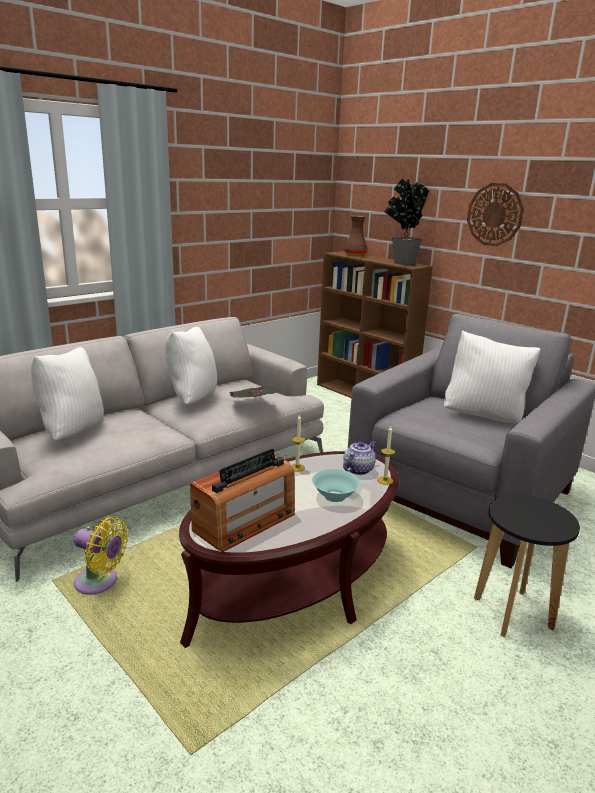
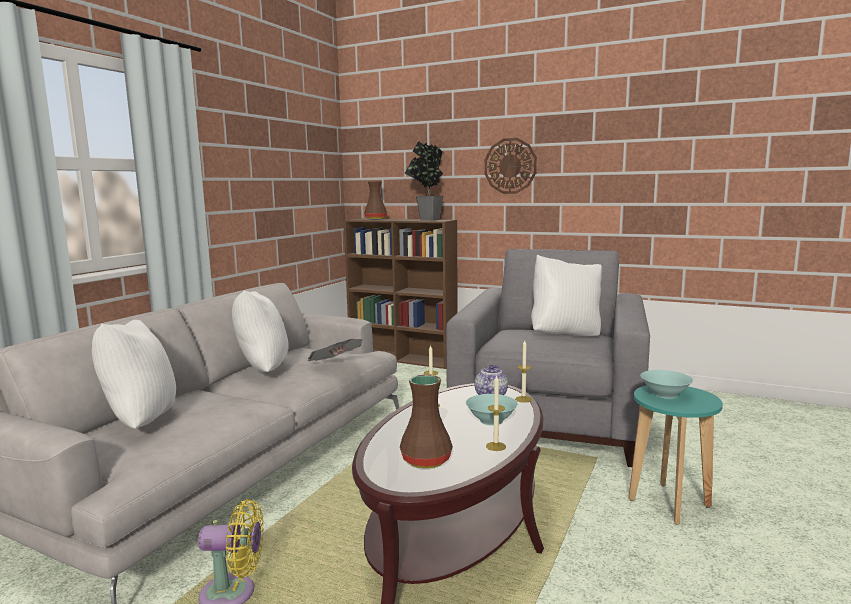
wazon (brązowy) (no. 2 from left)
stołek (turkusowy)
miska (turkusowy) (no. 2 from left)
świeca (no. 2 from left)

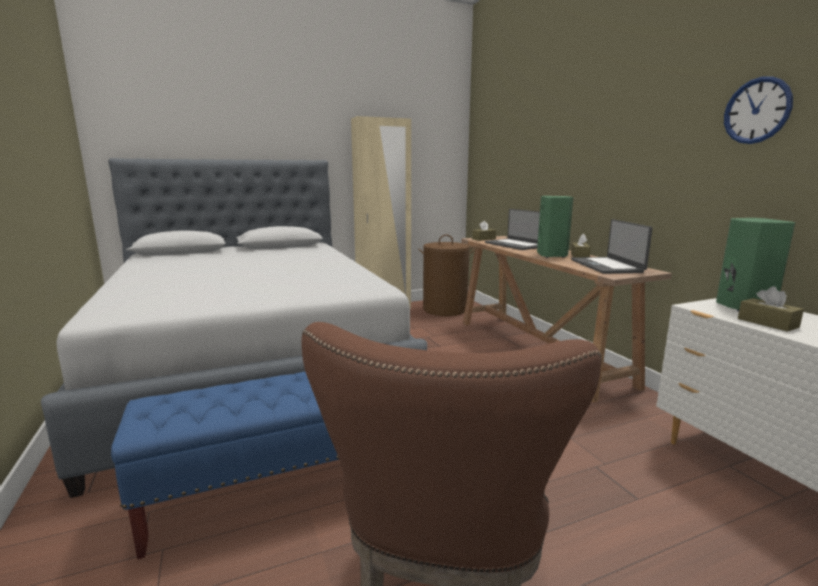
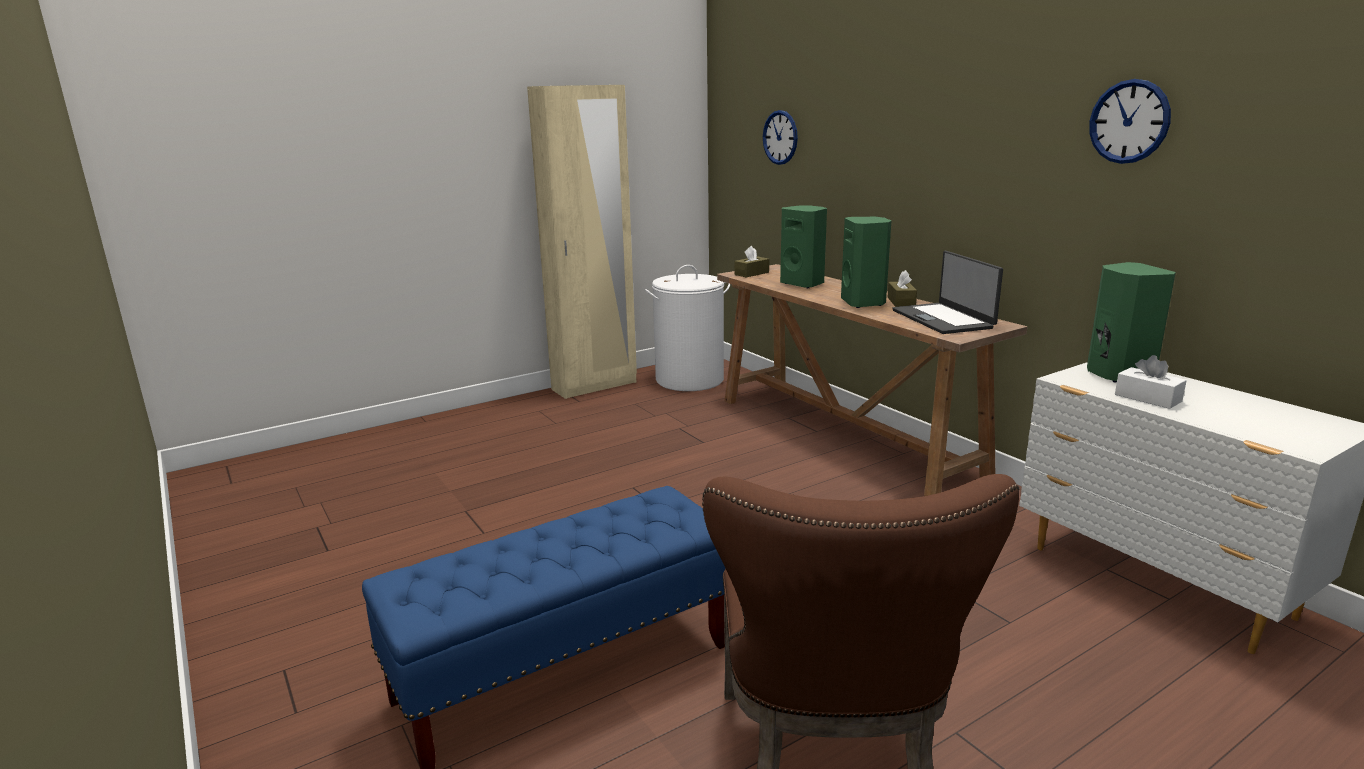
łóżko (szary)
głośnik (zielony) (no. 1 from left)
kosz na pranie (biały)
pudełko chusteczek (biały)
zegar ścienny (no. 1 from left)

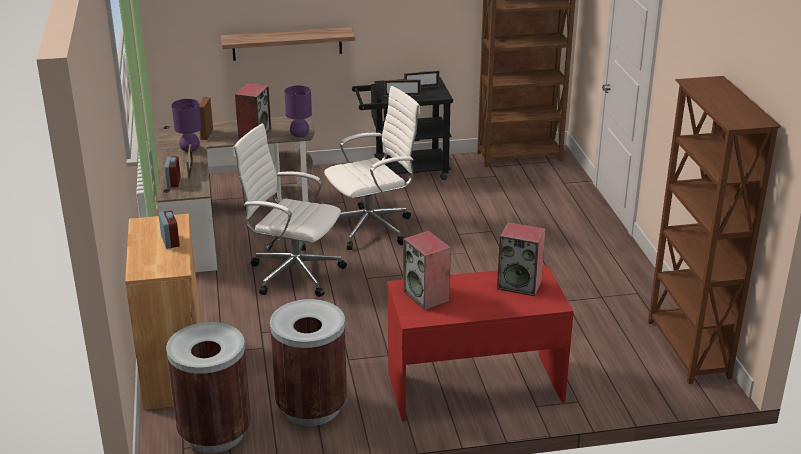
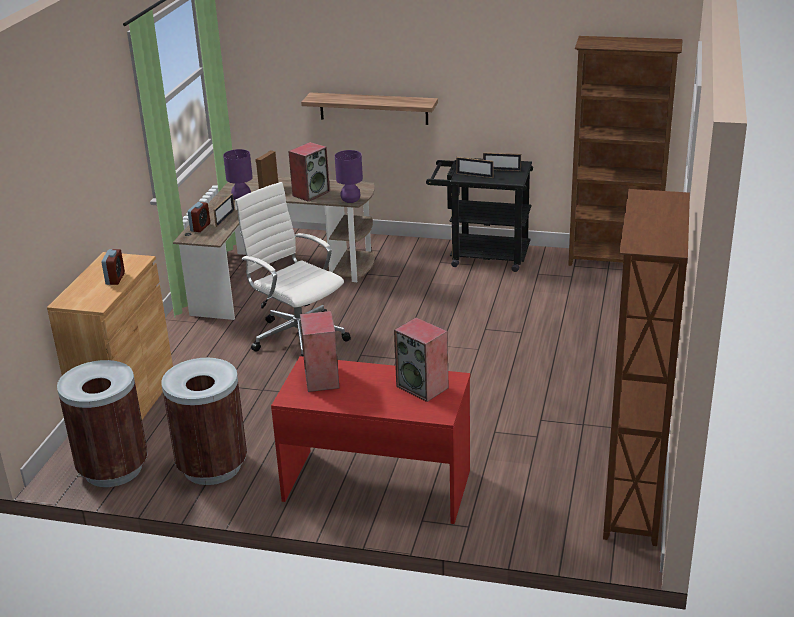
krzesło biurowe (biały) (no. 2 from left in the first image)

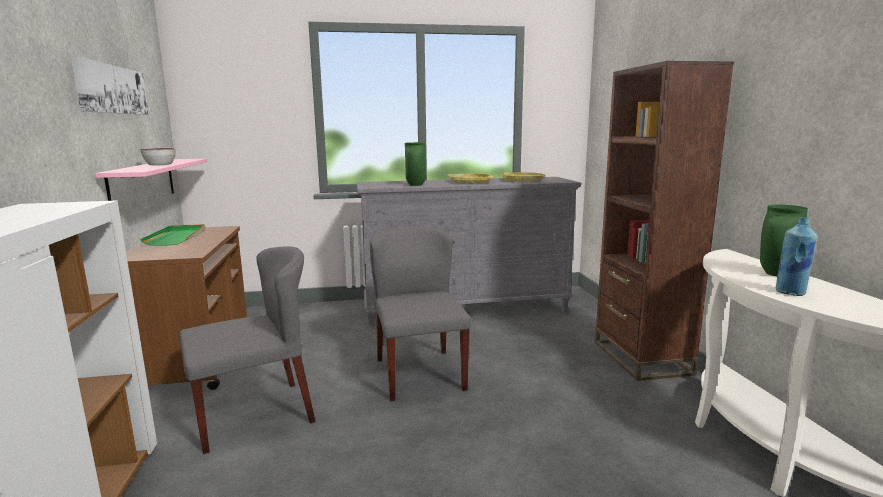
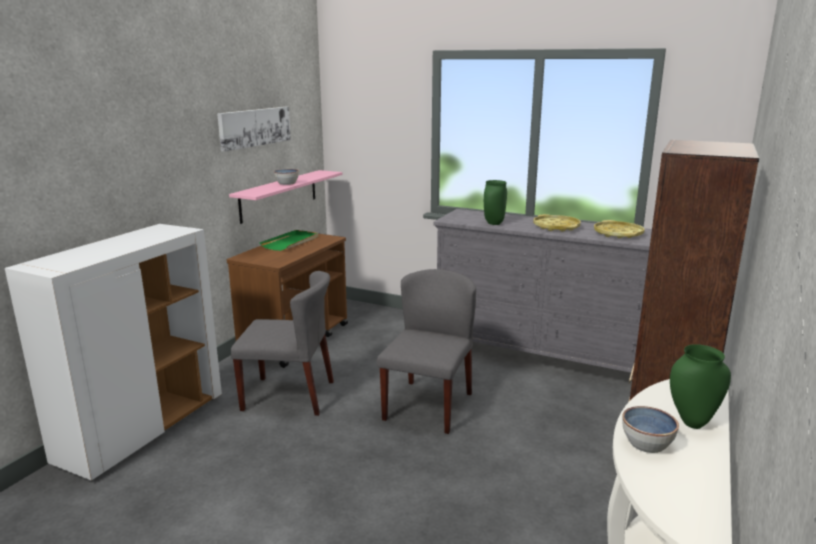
miska (no. 2 from left)

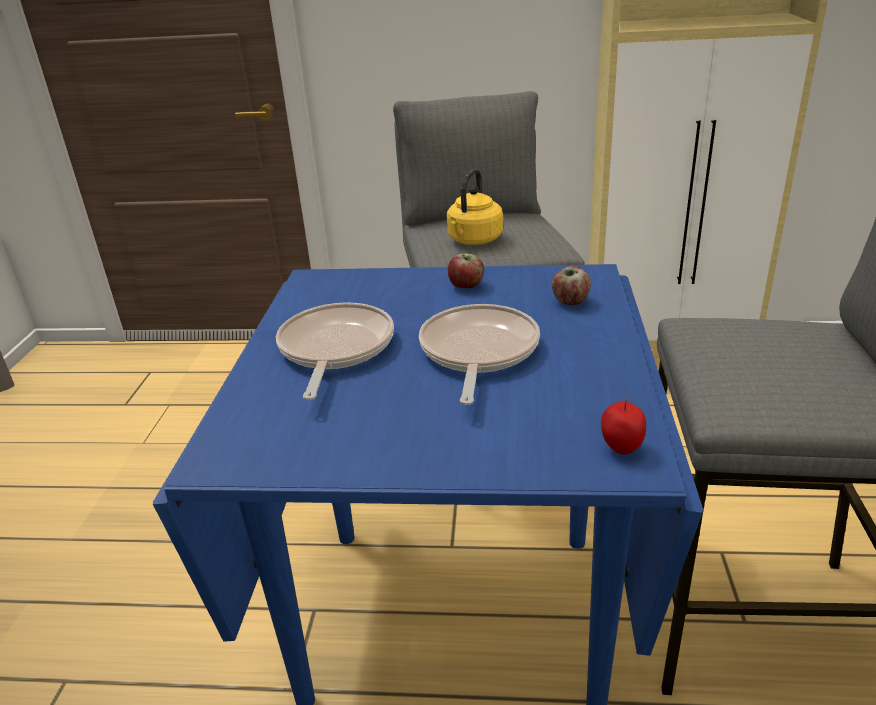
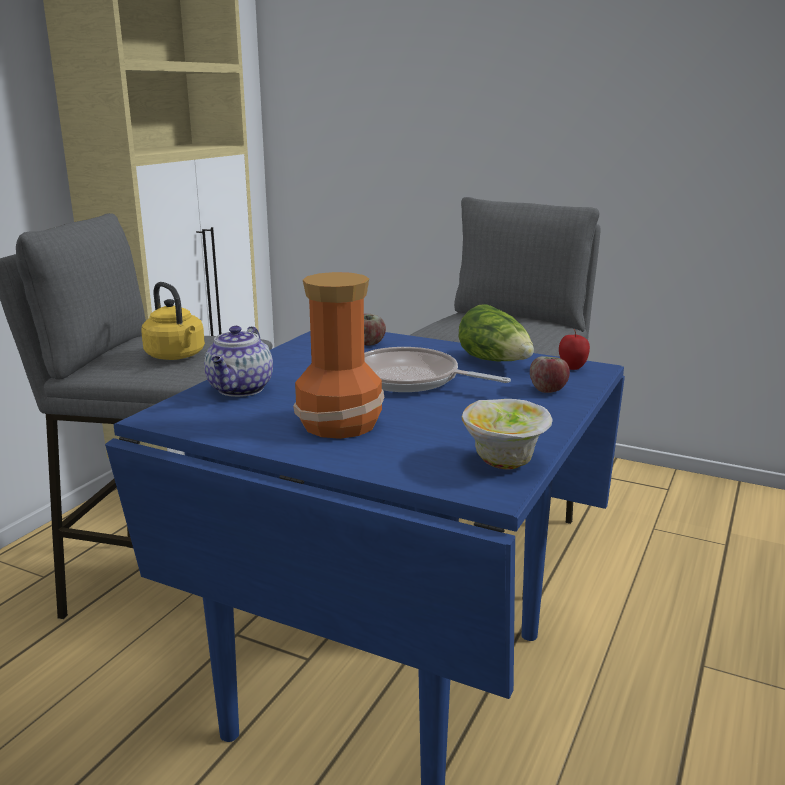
jabłko (no. 2 from left)
wazon
sałata
imbryk
miska

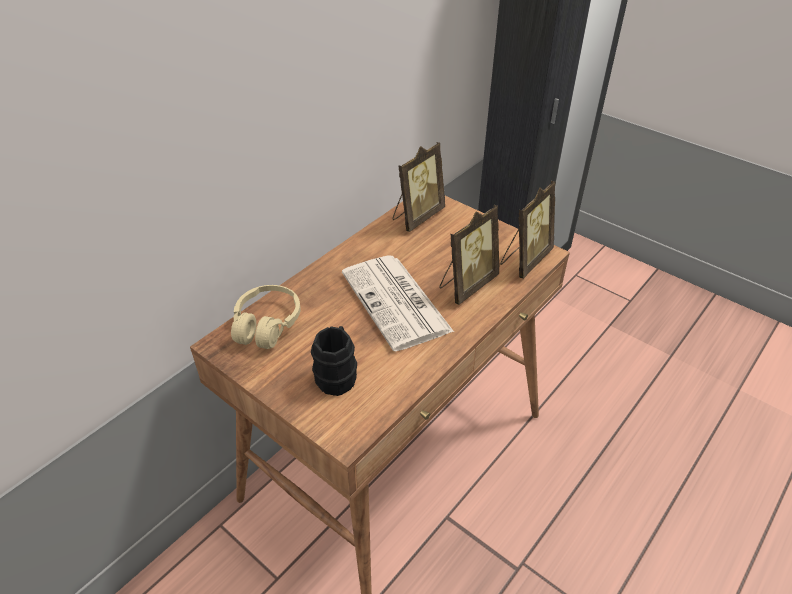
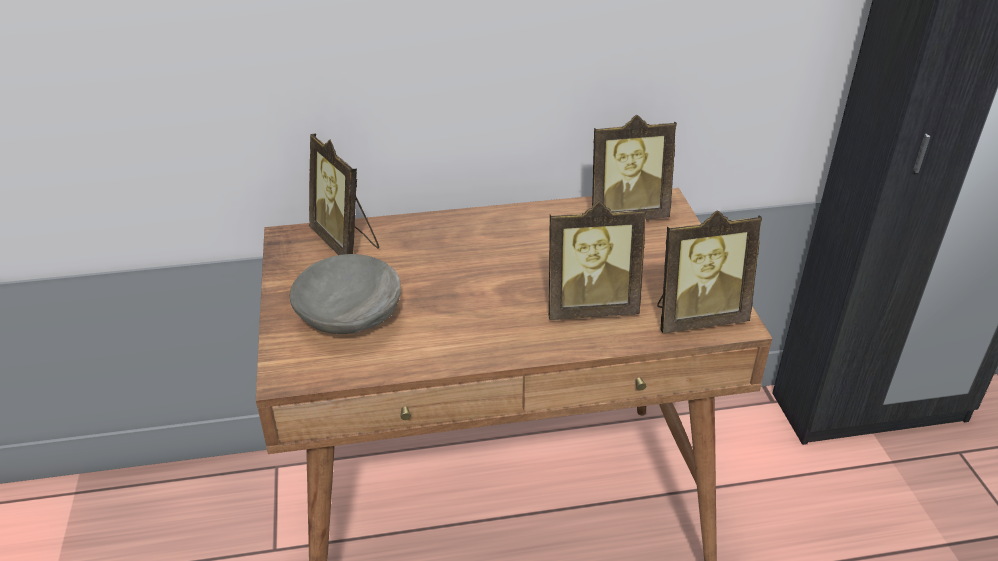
gazeta
ramka na zdjęcie (no. 1 from left)
miska (szary)

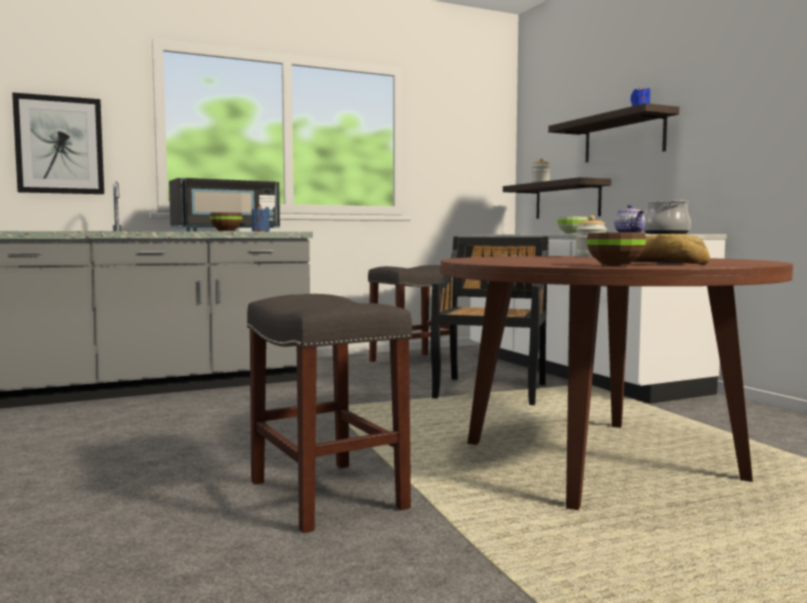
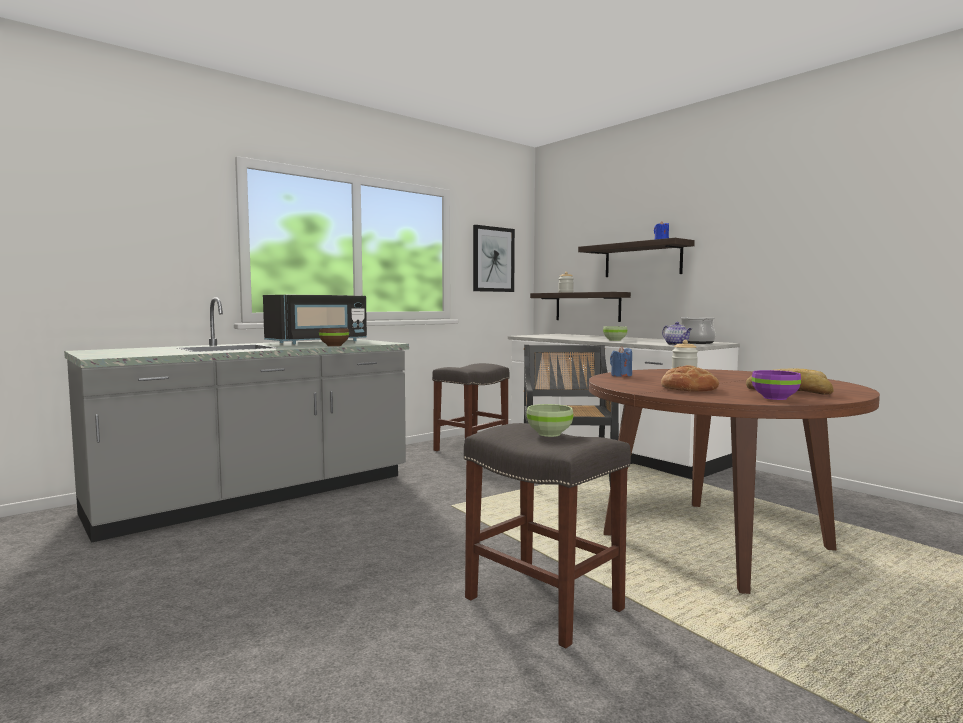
obraz
świeca (niebieski) (no. 1 from left)
miska (fioletowy)
chleb (no. 1 from left)
miska (zielony) (no. 1 from left)

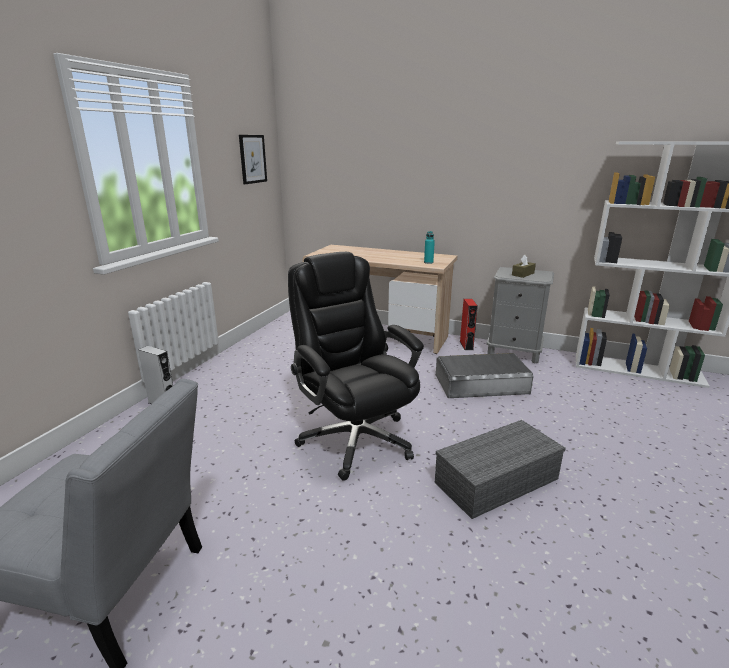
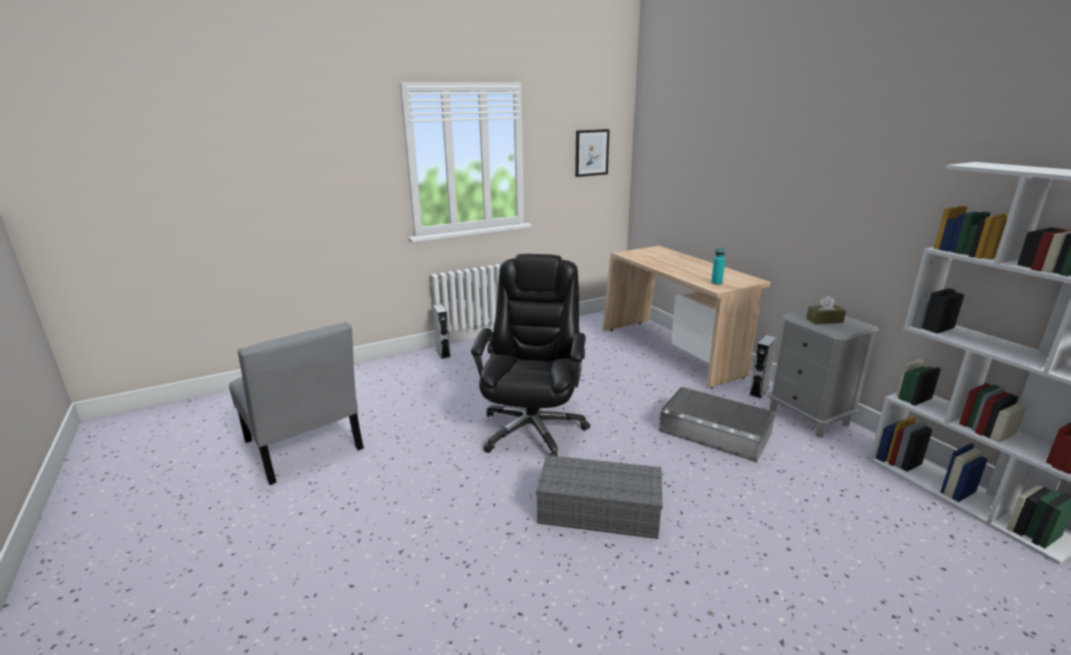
głośnik (szary) (no. 2 from left)

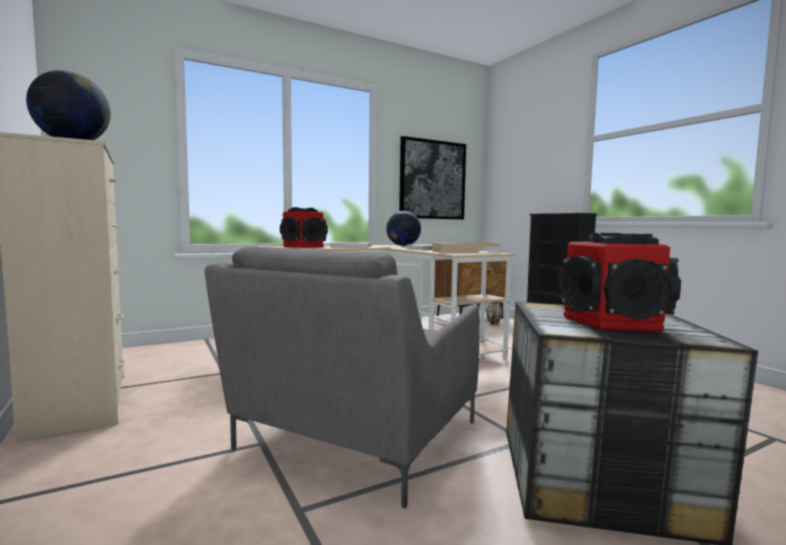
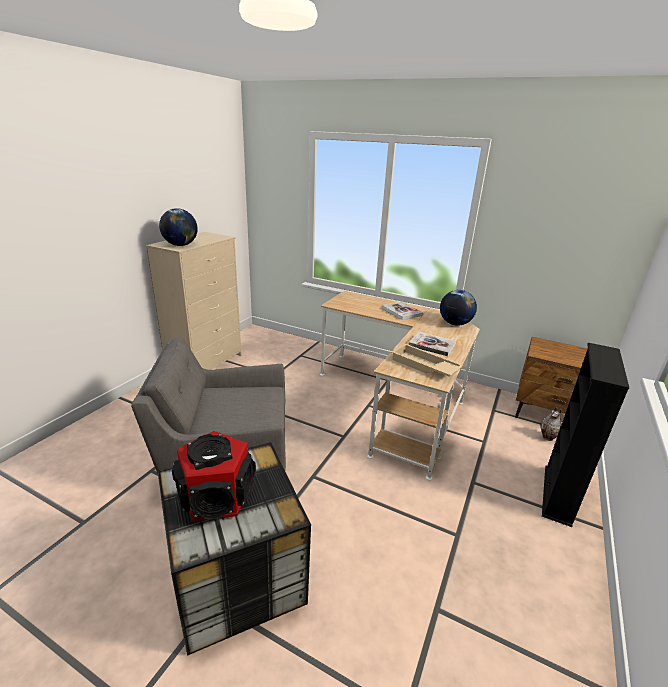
obraz
głośnik (no. 1 from left in the first image)

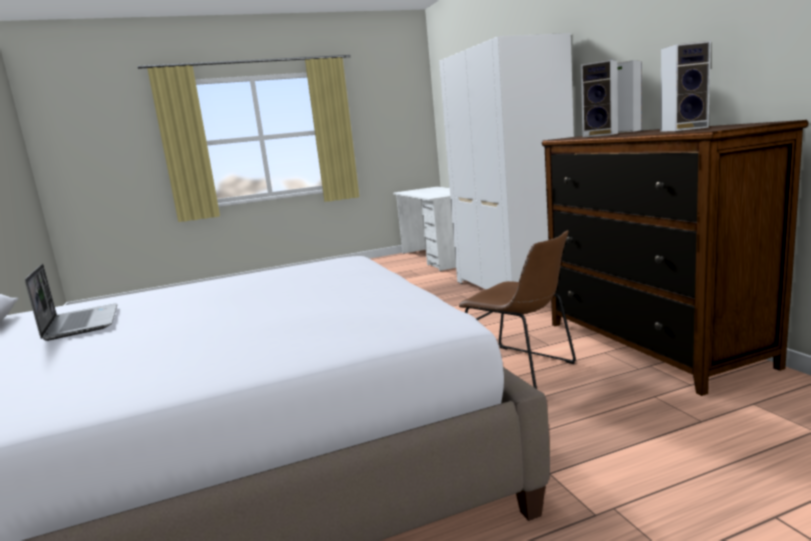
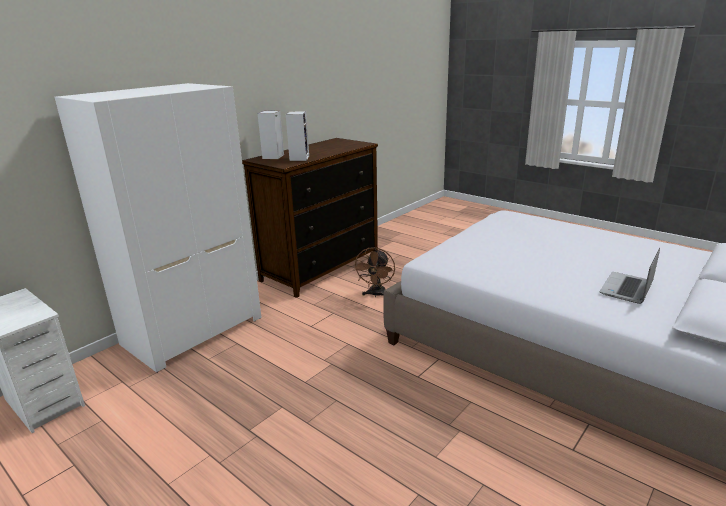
głośnik (no. 3 from left in the first image)
wentylator (brązowy)

